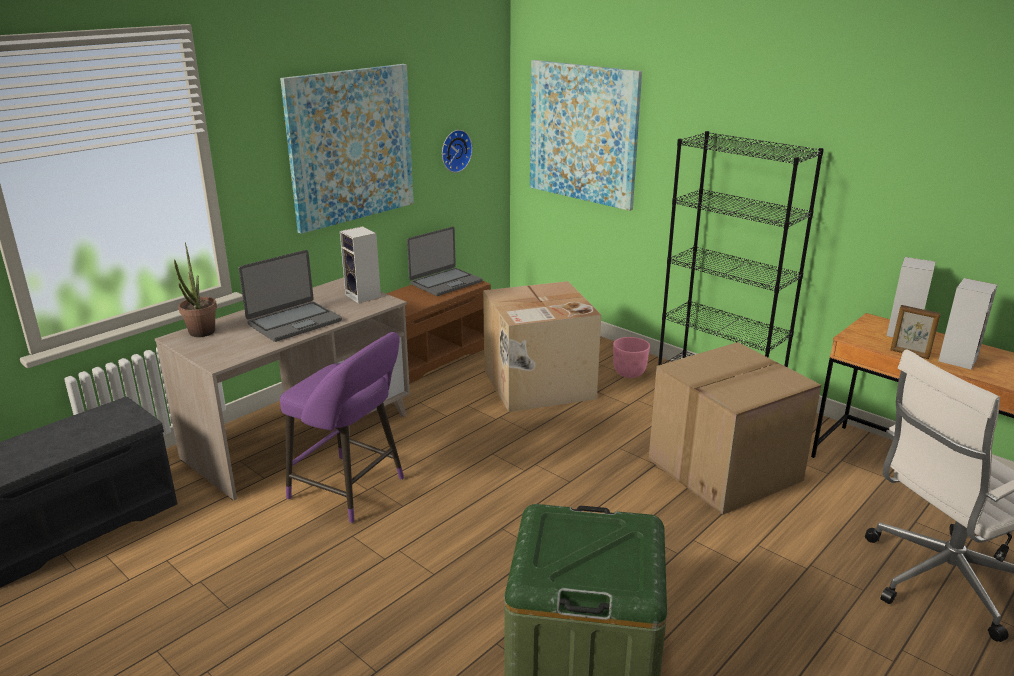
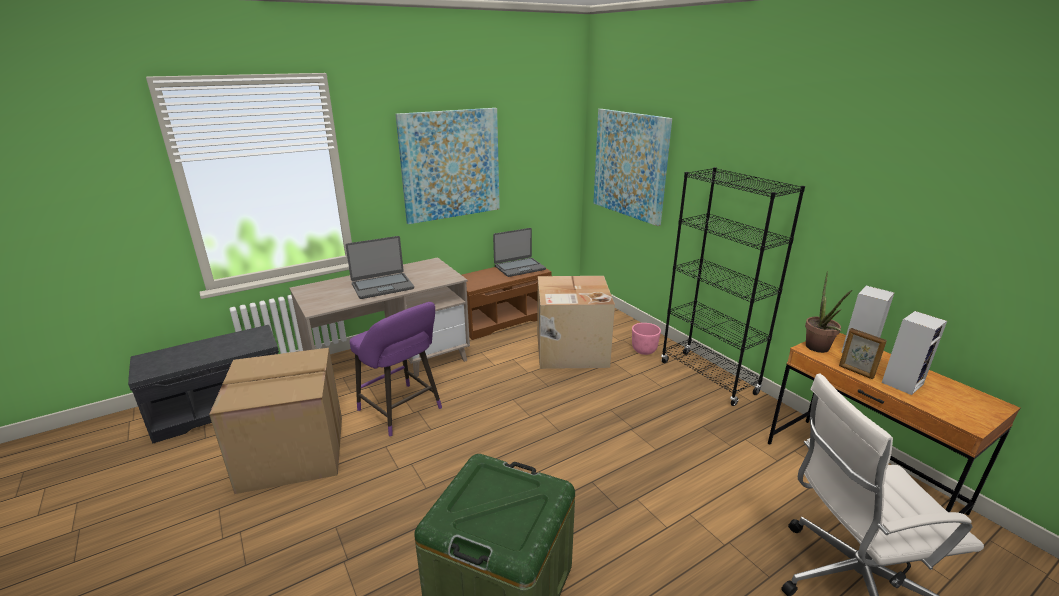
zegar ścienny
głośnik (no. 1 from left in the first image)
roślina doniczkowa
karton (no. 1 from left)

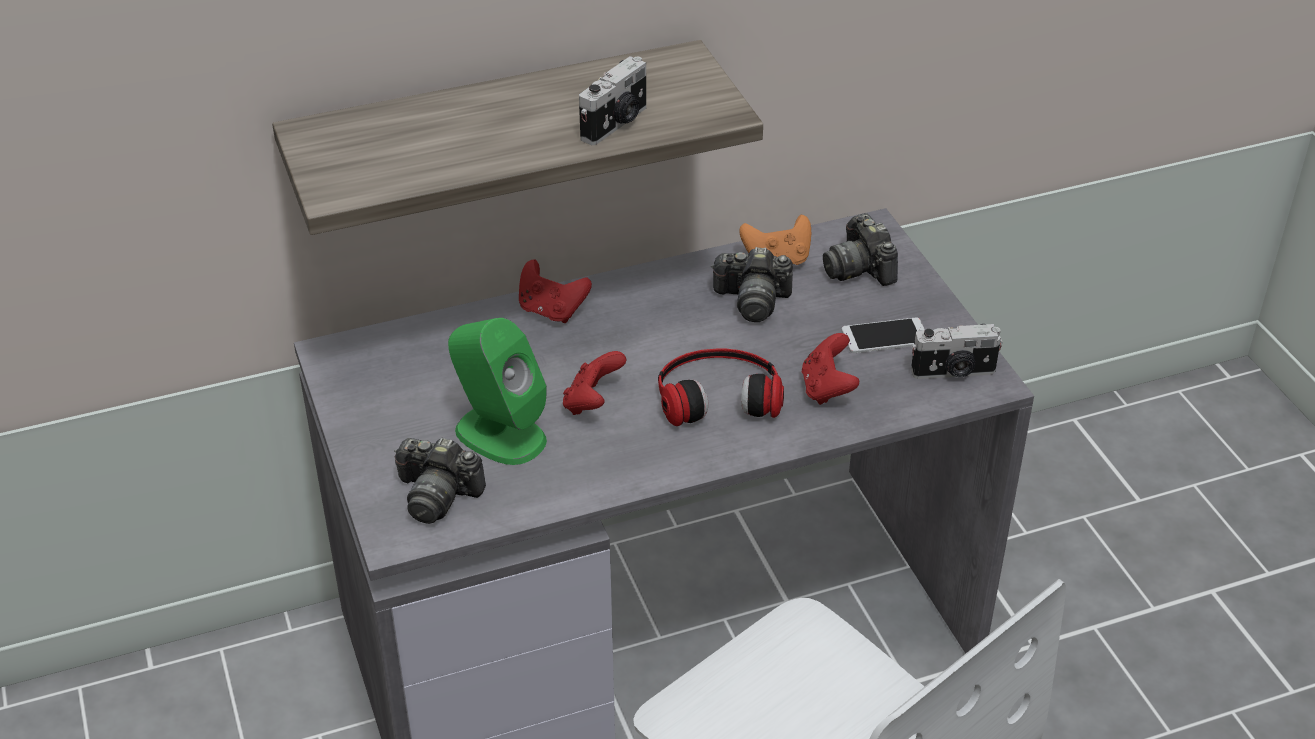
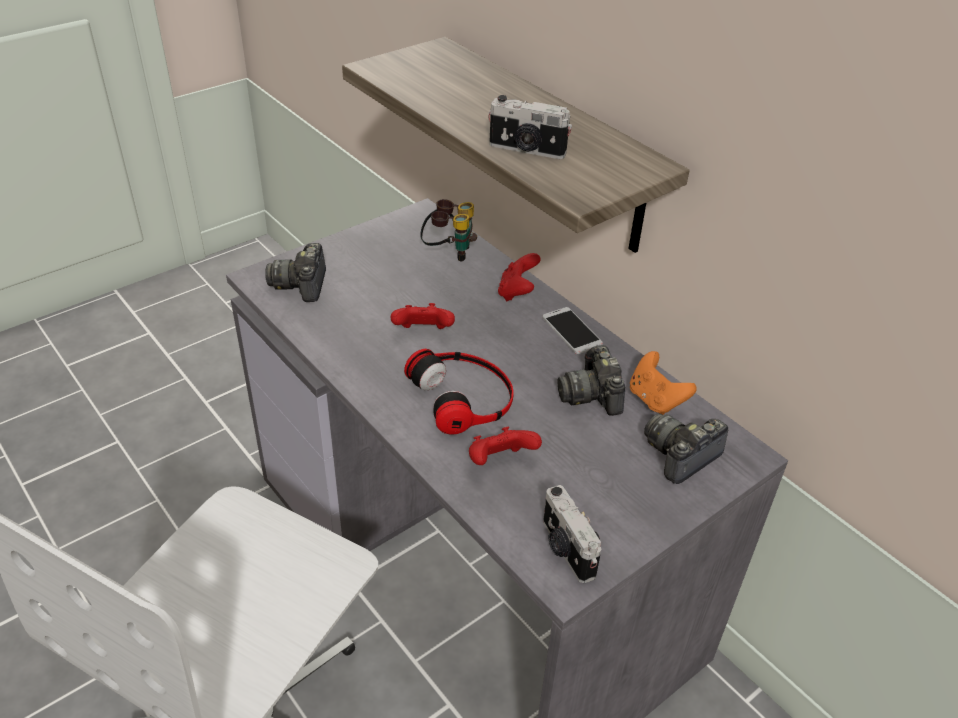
telefon
głośnik (zielony)
lornetka

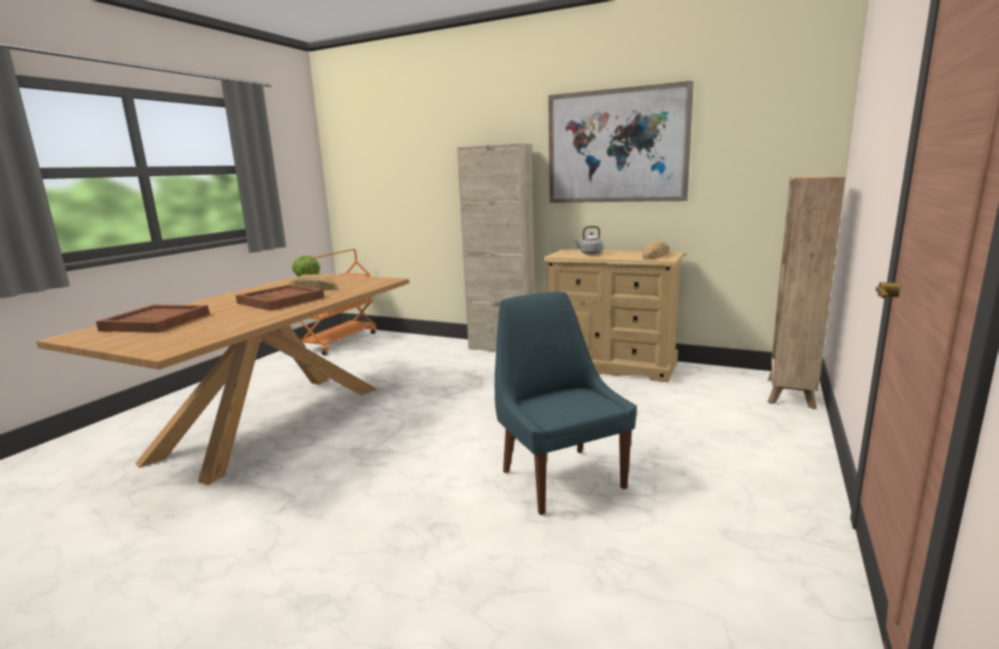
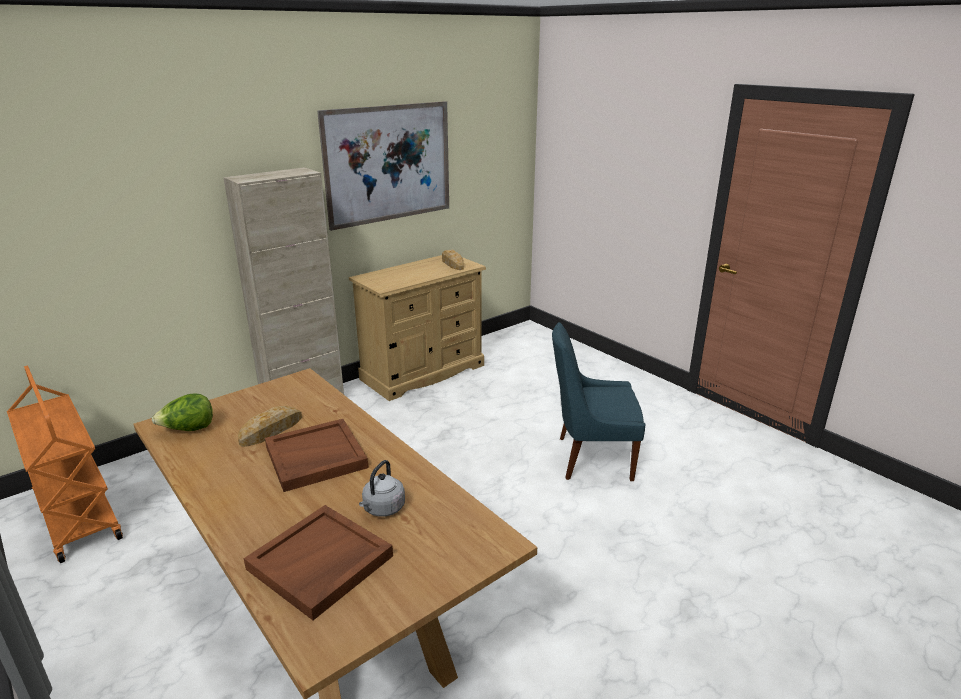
regał (brązowy)
czajnik (szary)

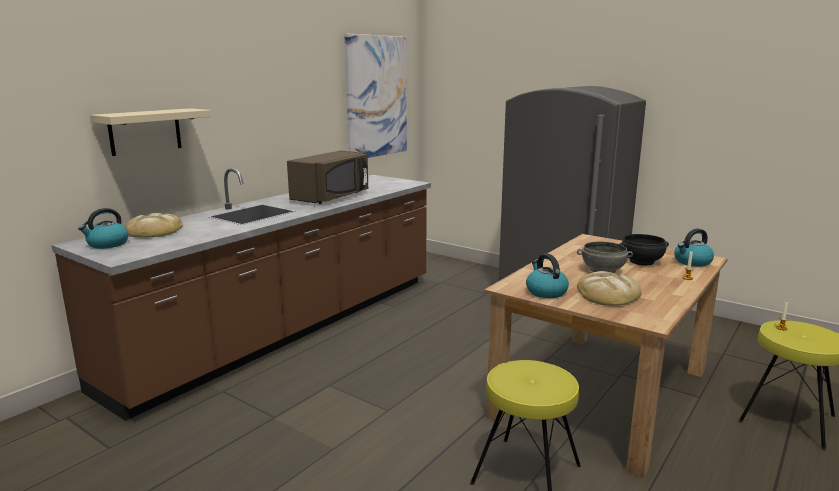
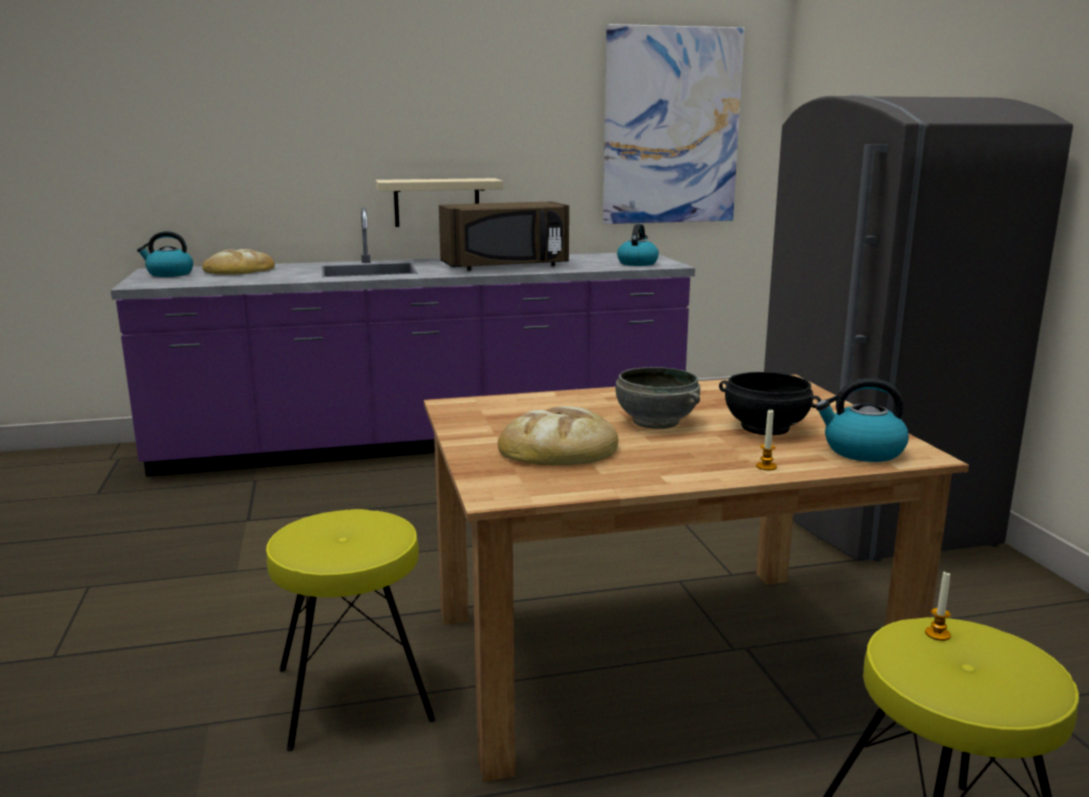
półka (beżowy)
zabudowa kuchenna (fioletowy)
czajnik (no. 2 from left)

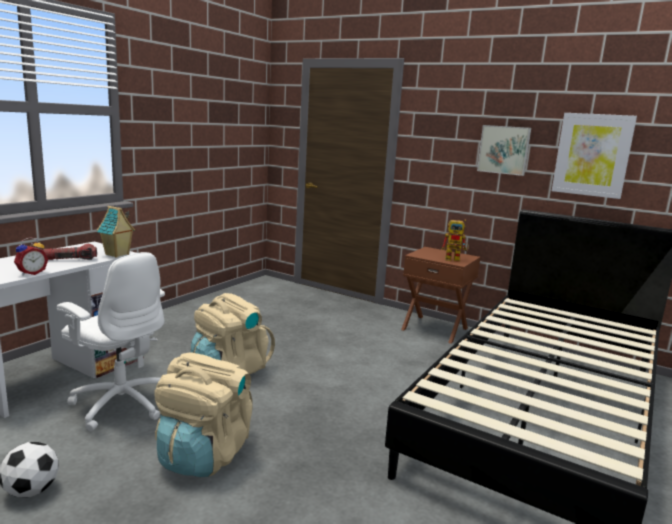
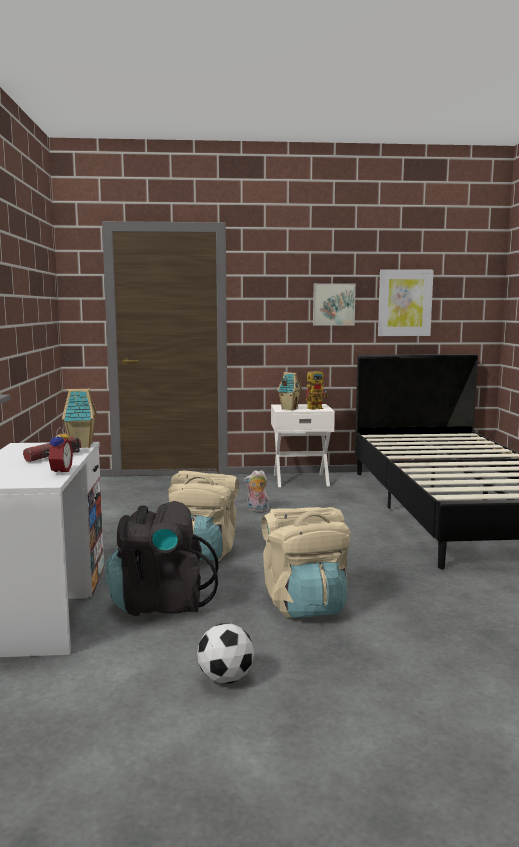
szafka nocna (biały)
plecak (czarny)
domek (no. 2 from left)
pluszak

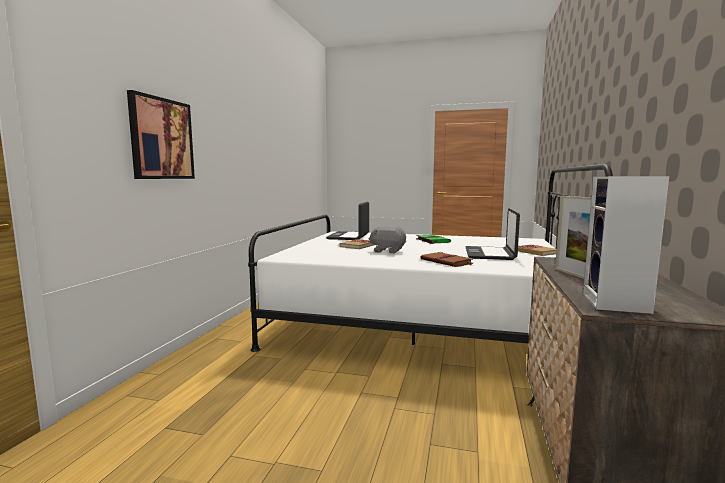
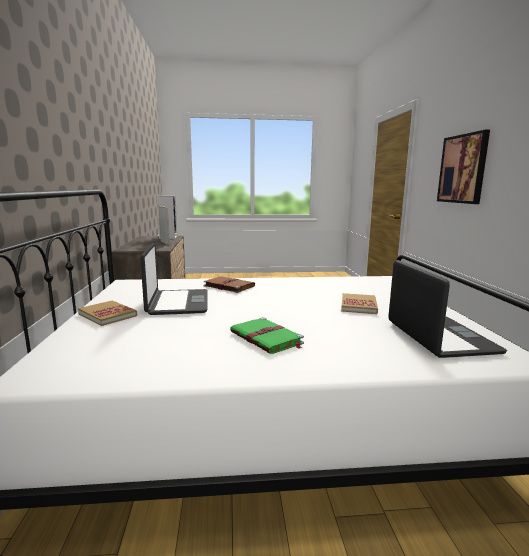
pluszak (szary)

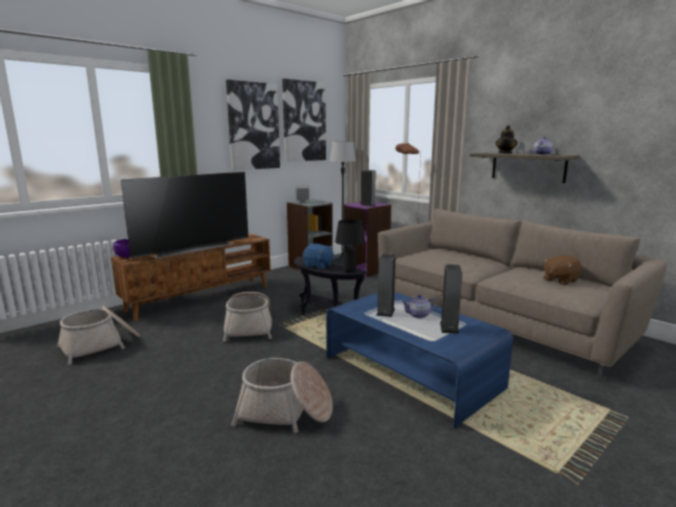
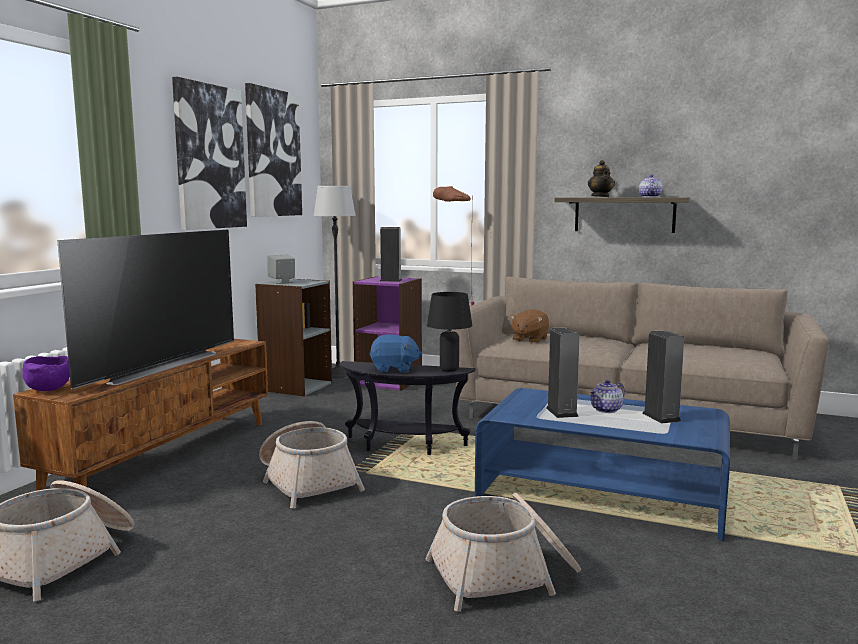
pluszak (brązowy)

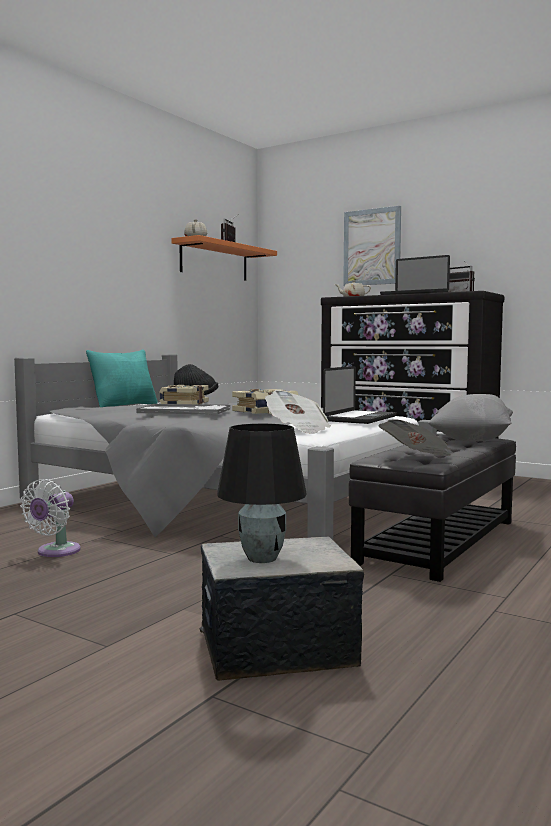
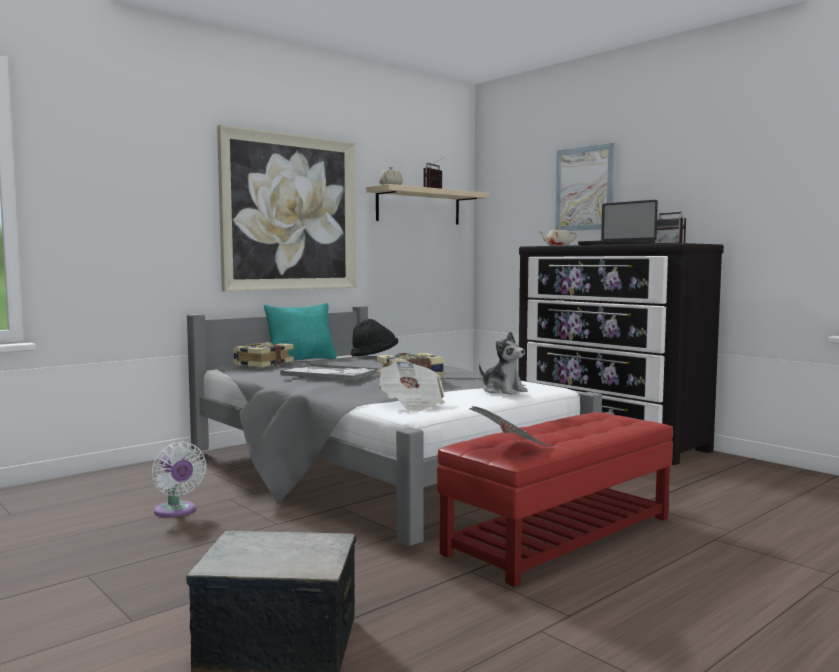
półka (beżowy)
pluszak
książka (no. 1 from left)
poduszka (szary)
lampa stołowa (czarny)
pufa (czerwony)
wentylator (biały)
obraz (no. 1 from left)

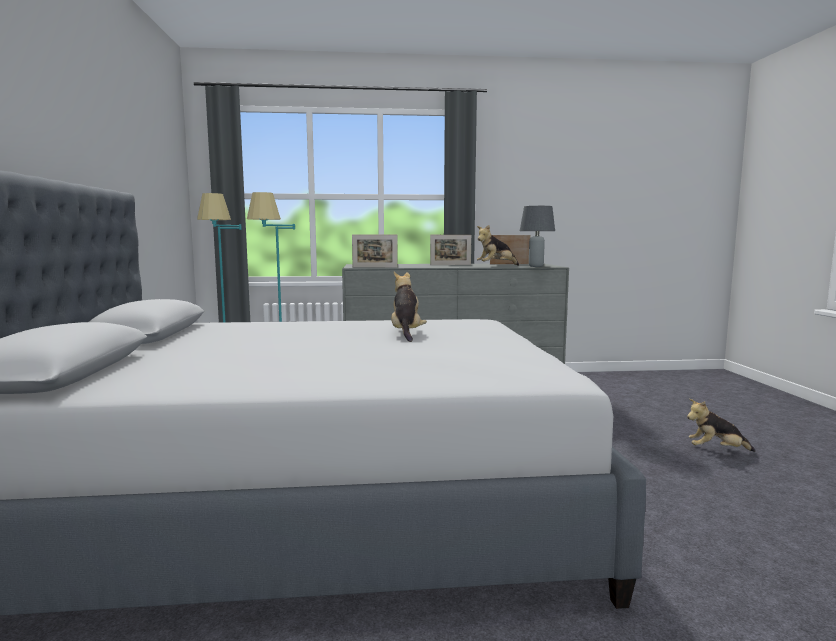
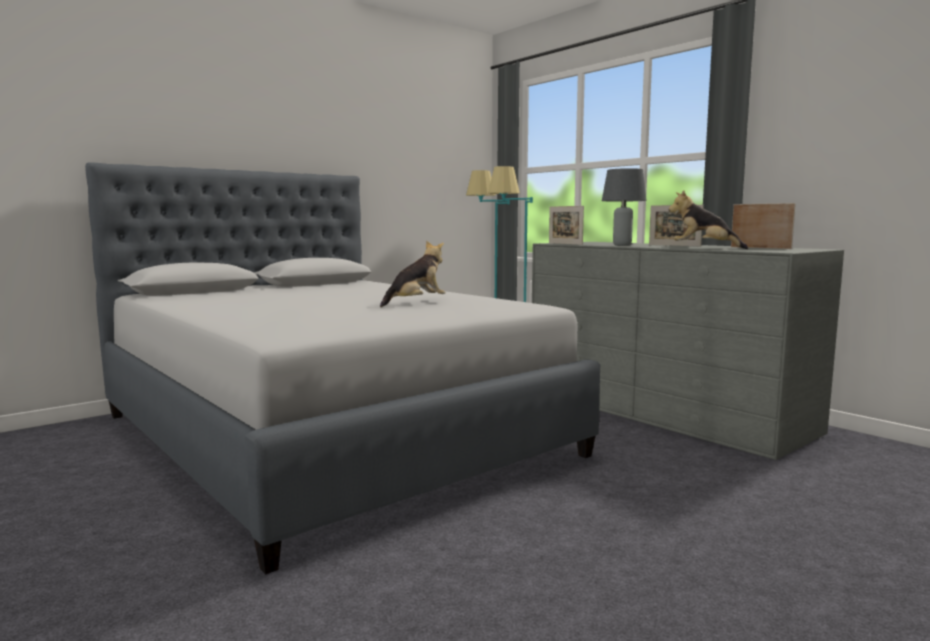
lampa stołowa (szary)
pluszak (no. 3 from left in the first image)

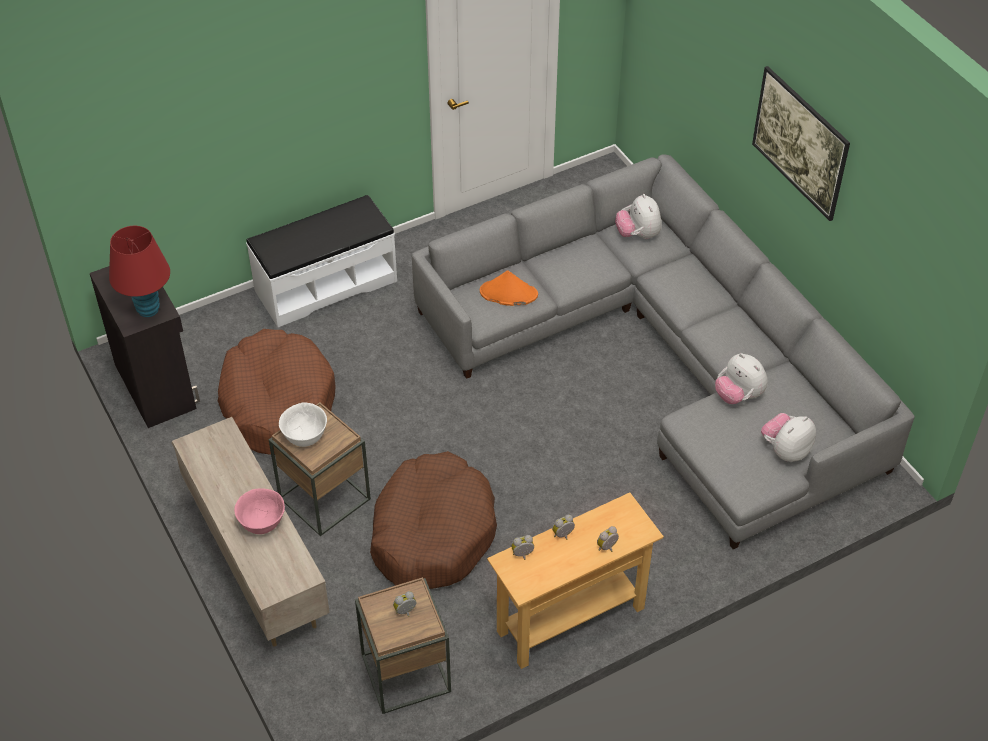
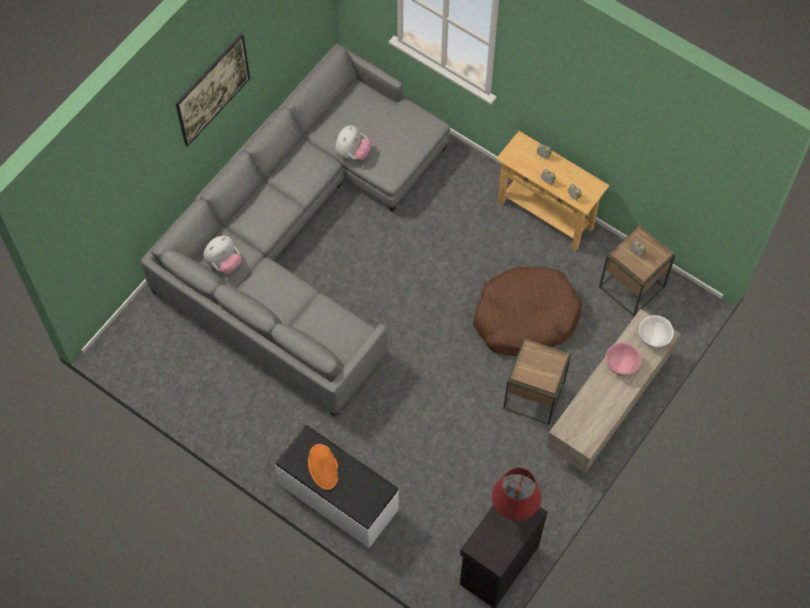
kapelusz (pomarańczowy)
legowisko (brązowy) (no. 1 from left in the first image)
miska (biały)
pluszak (no. 3 from left in the first image)

